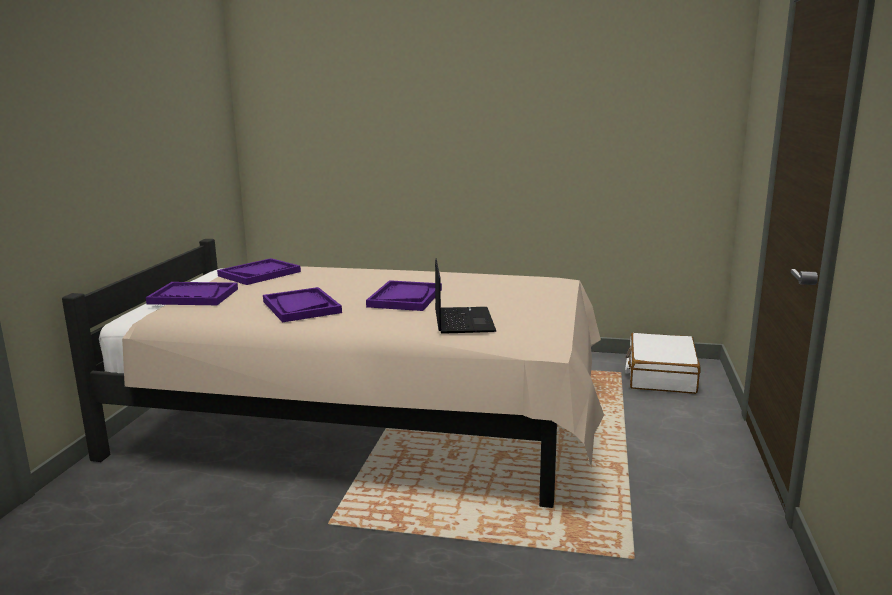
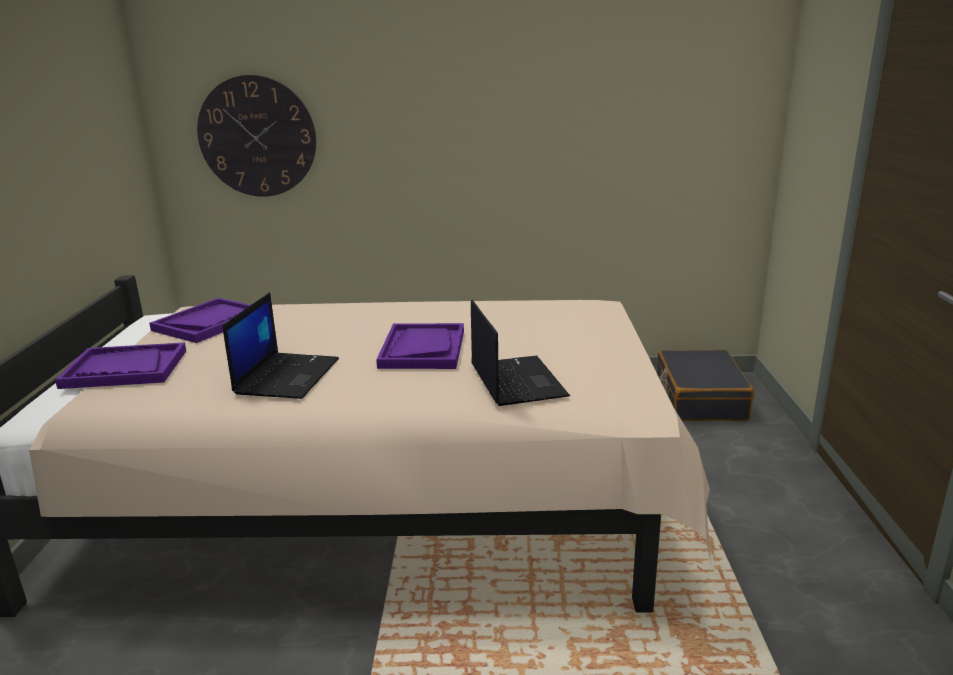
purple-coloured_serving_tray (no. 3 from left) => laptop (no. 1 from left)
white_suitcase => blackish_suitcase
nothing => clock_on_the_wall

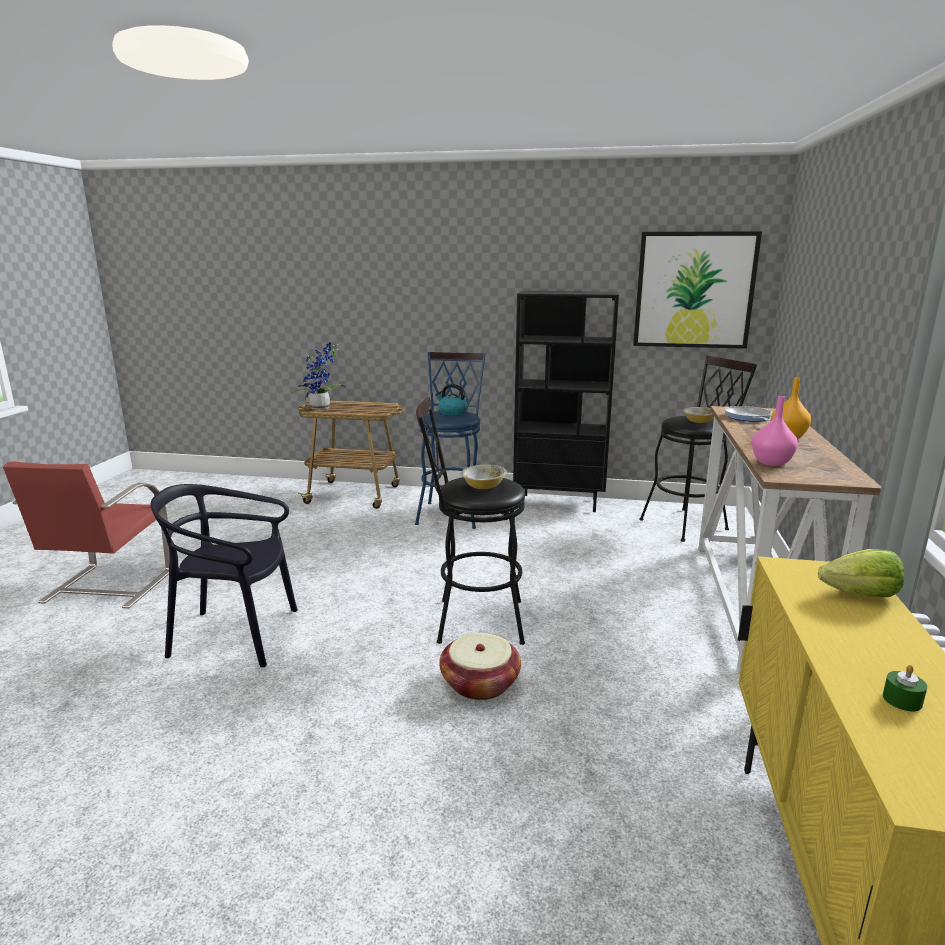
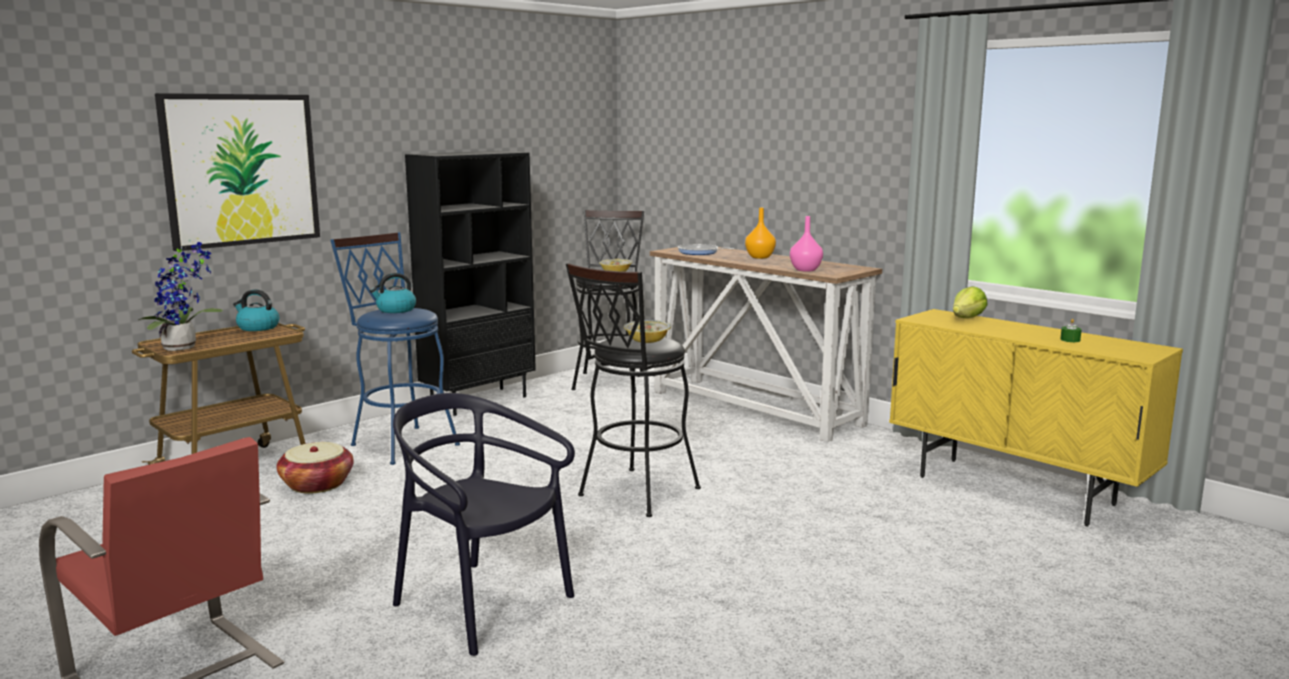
blackish_plain_chair, 90 degrees clockwise
household_basket, relocated
wall_picture, relocated
nothing => water_kettle (no. 1 from left)

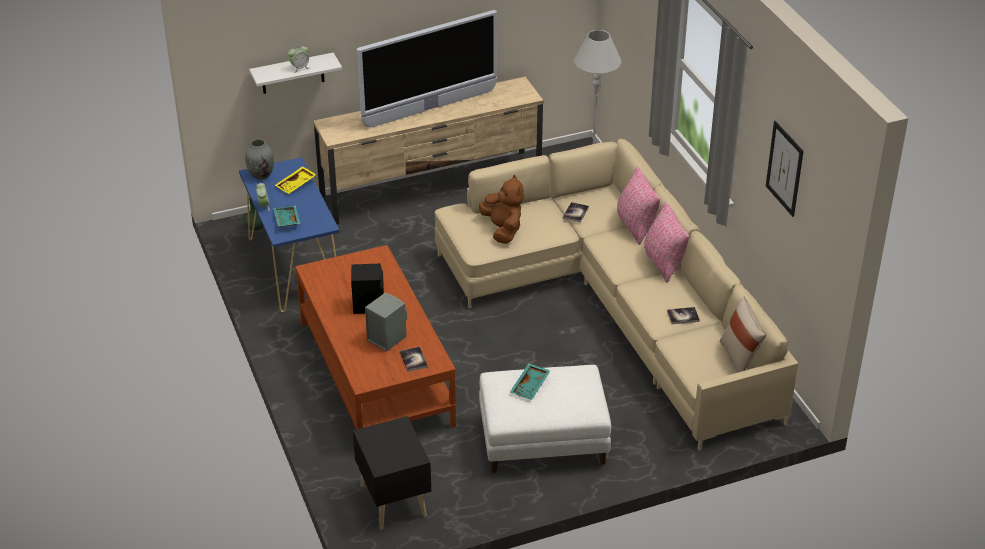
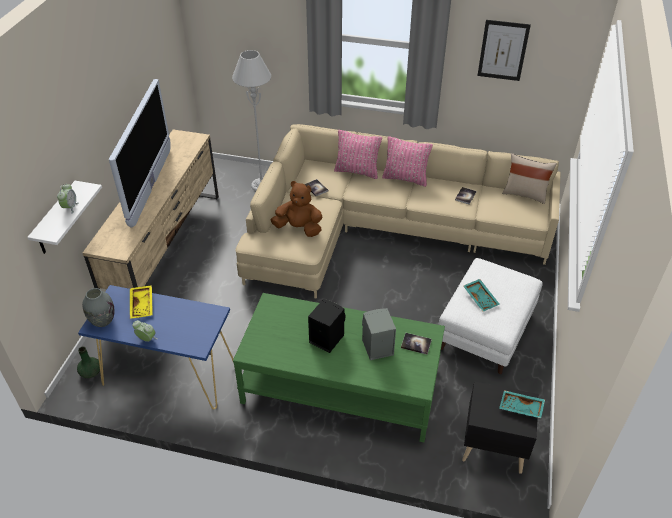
turquoise-coloured_serving_tray (no. 1 from left in the first image) => turquoise-coloured_serving_tray (no. 2 from left), relocated
brown_coffee_table => green_coffee_table

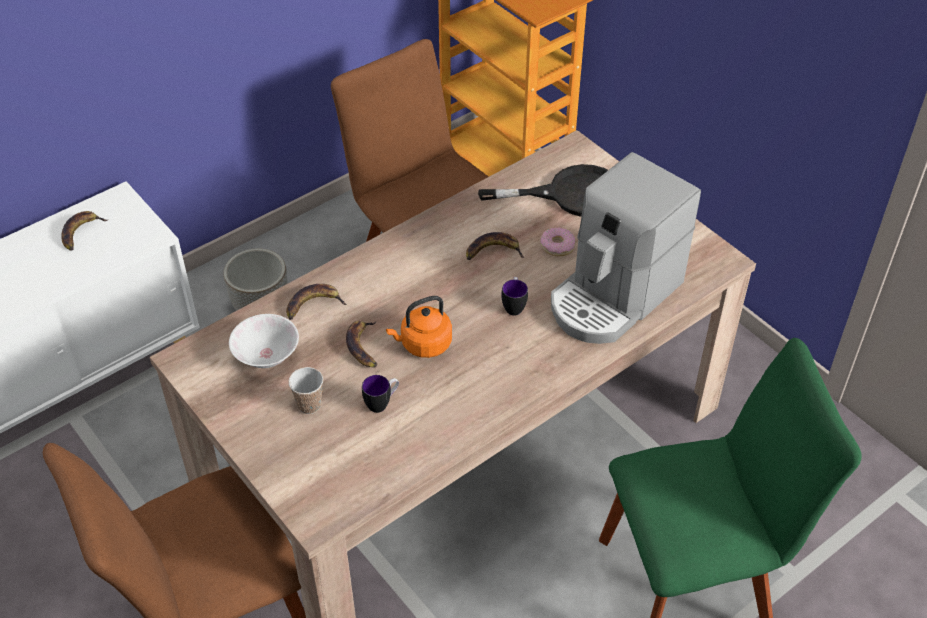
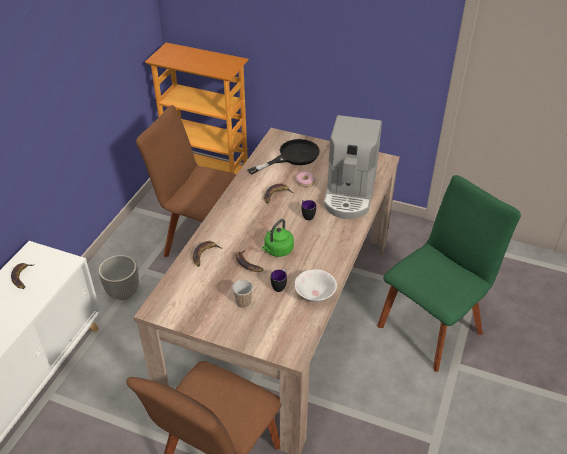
white_bowl, relocated
orange-coloured_water_kettle => green_water_kettle

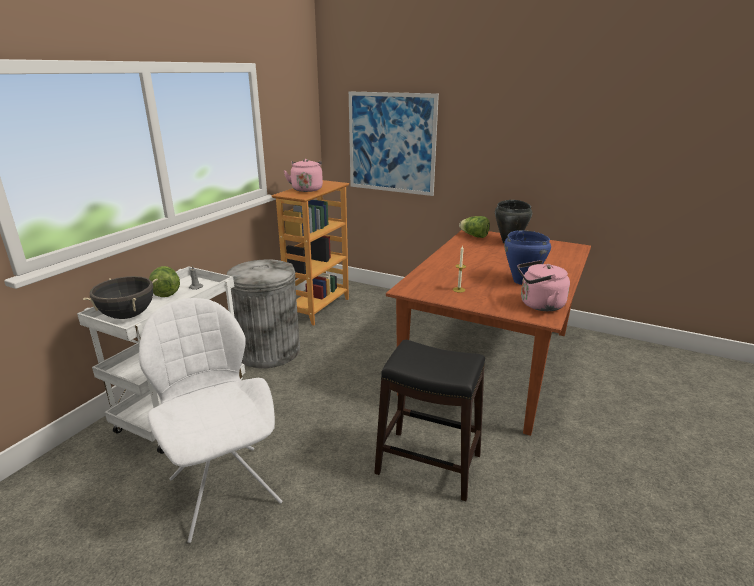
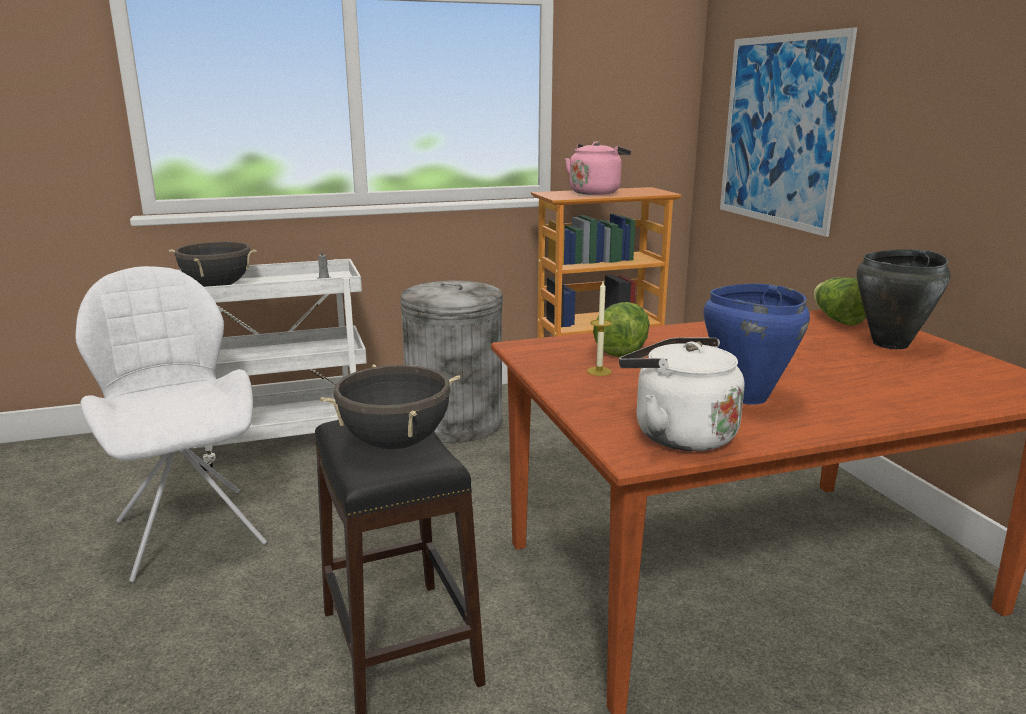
white_plain_chair, 45 degrees counterclockwise
head_of_lettuce (no. 1 from left), relocated
pink_water_kettle (no. 2 from left) => white_water_kettle
nothing => blackish_stockpot (no. 2 from left)

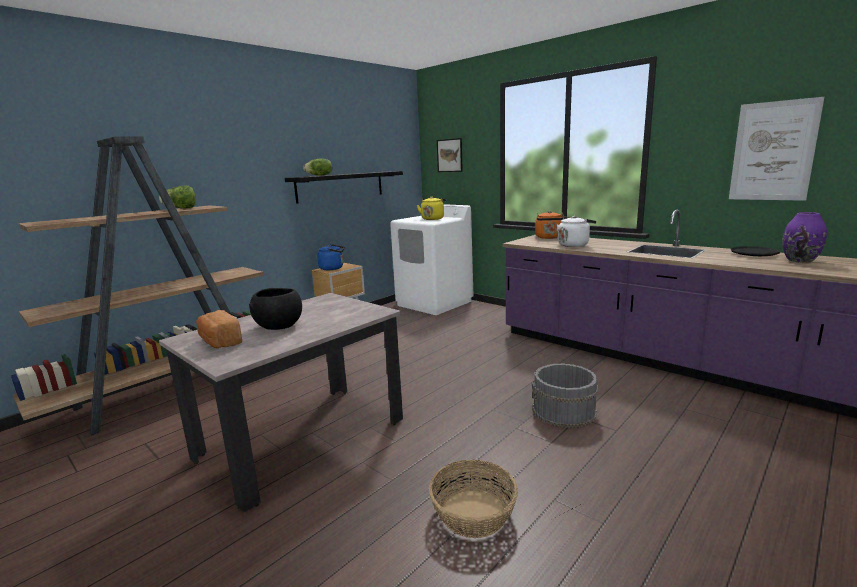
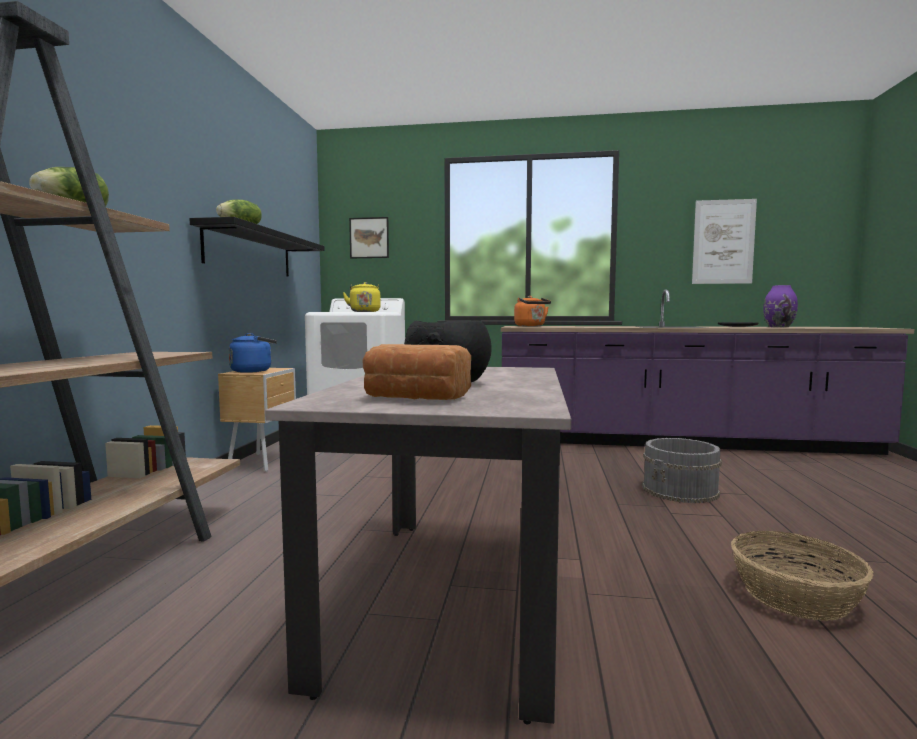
white_water_kettle => nothing

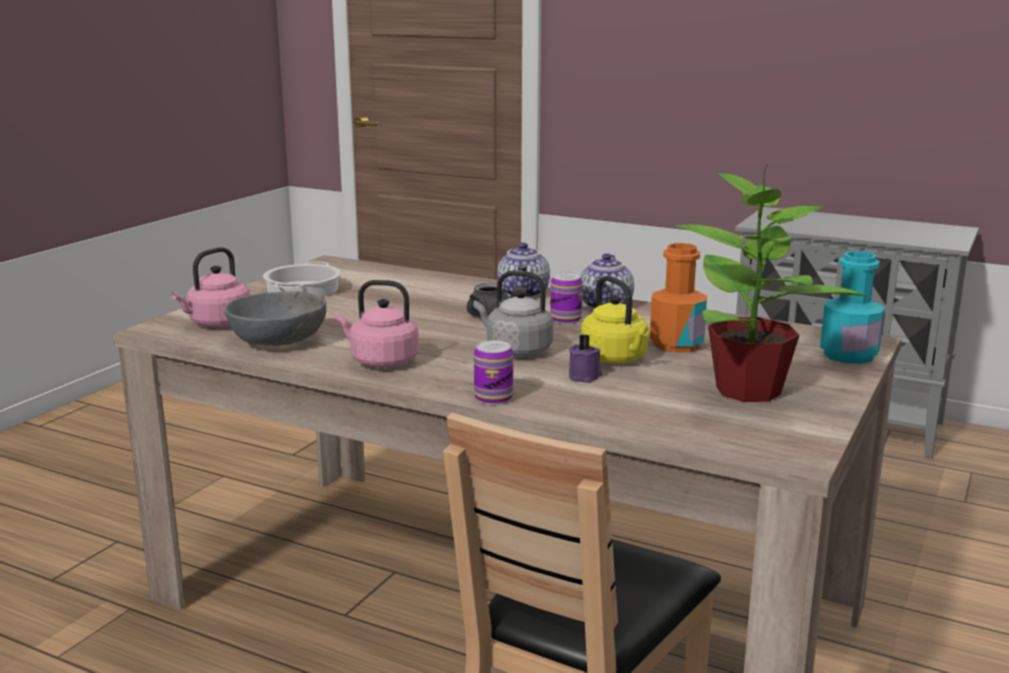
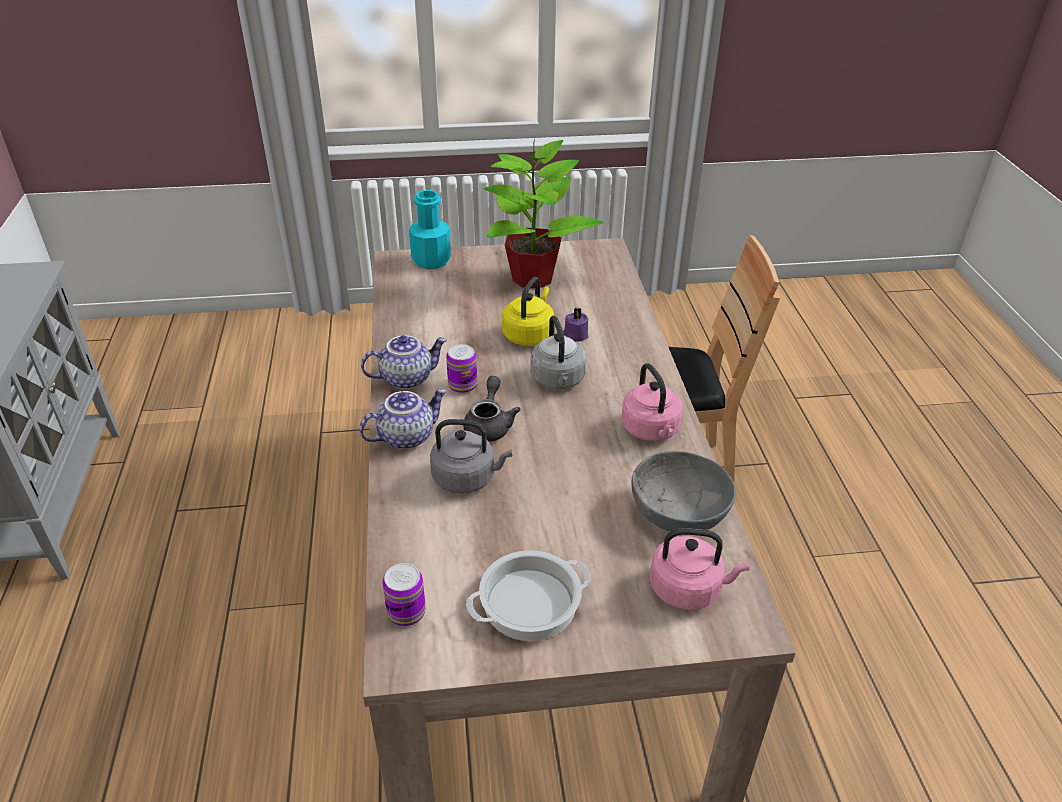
metal_can (no. 1 from left), relocated
orange-coloured_bottle => nothing
nothing => grey_water_kettle (no. 1 from left)

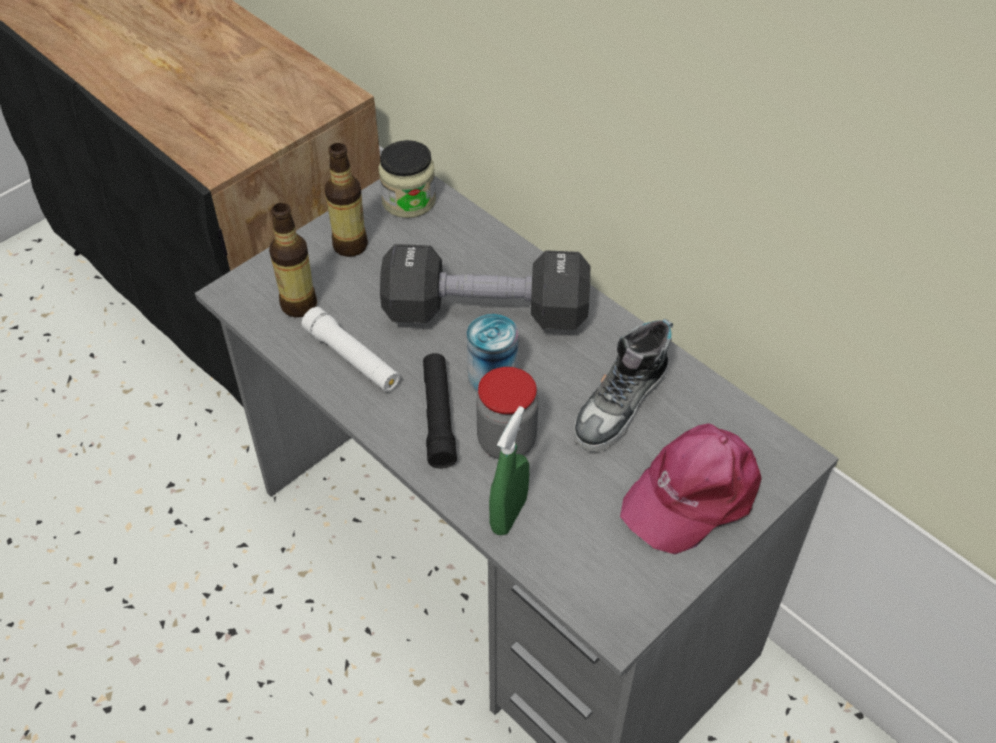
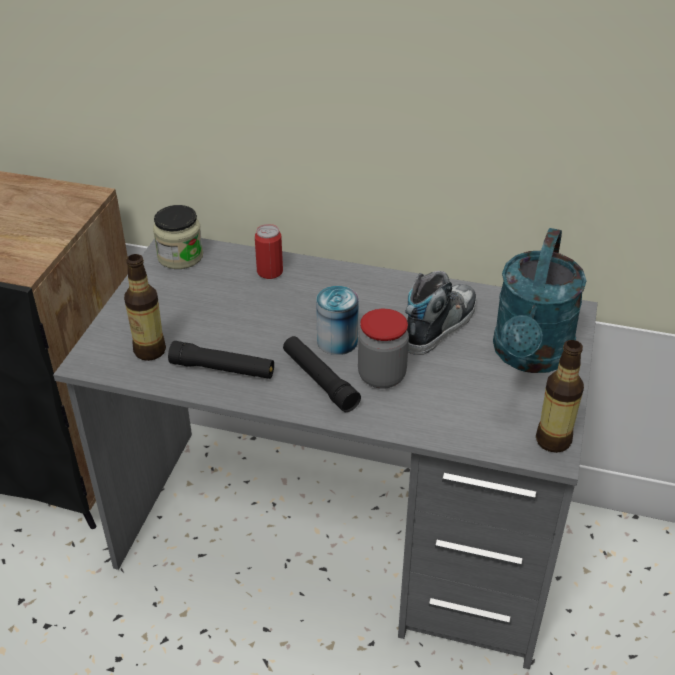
white_torch => blackish_torch (no. 1 from left)
bottle (no. 2 from left), relocated
blackish_free_weight => nothing
green_sprayer => nothing
shoe, 150 degrees counterclockwise
pink_baseball_cap => turquoise-coloured_sprinkling_can
nothing => metal_can (no. 1 from left)

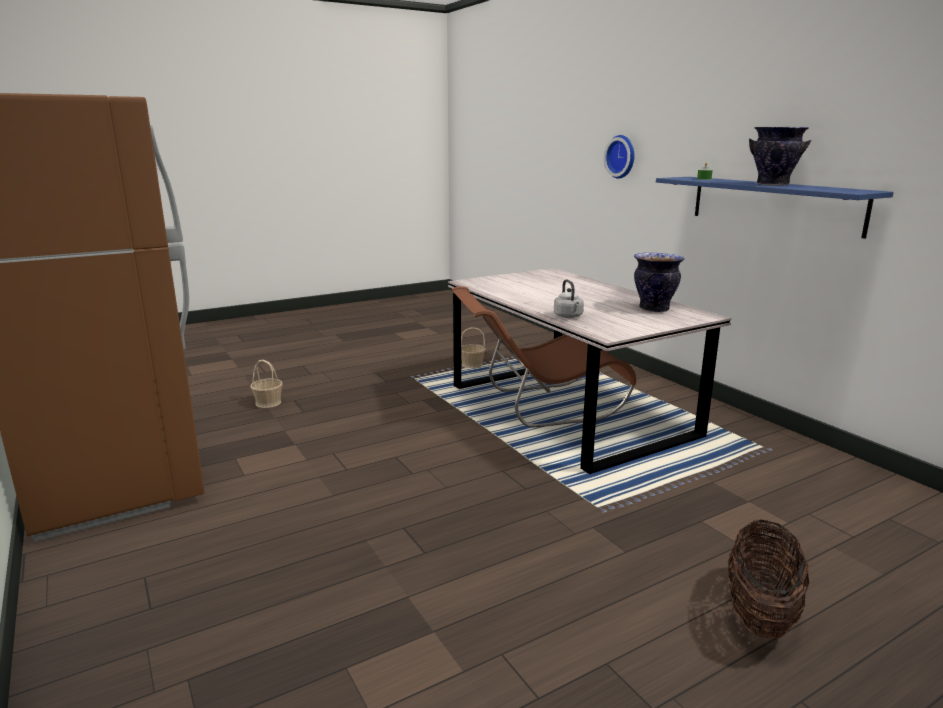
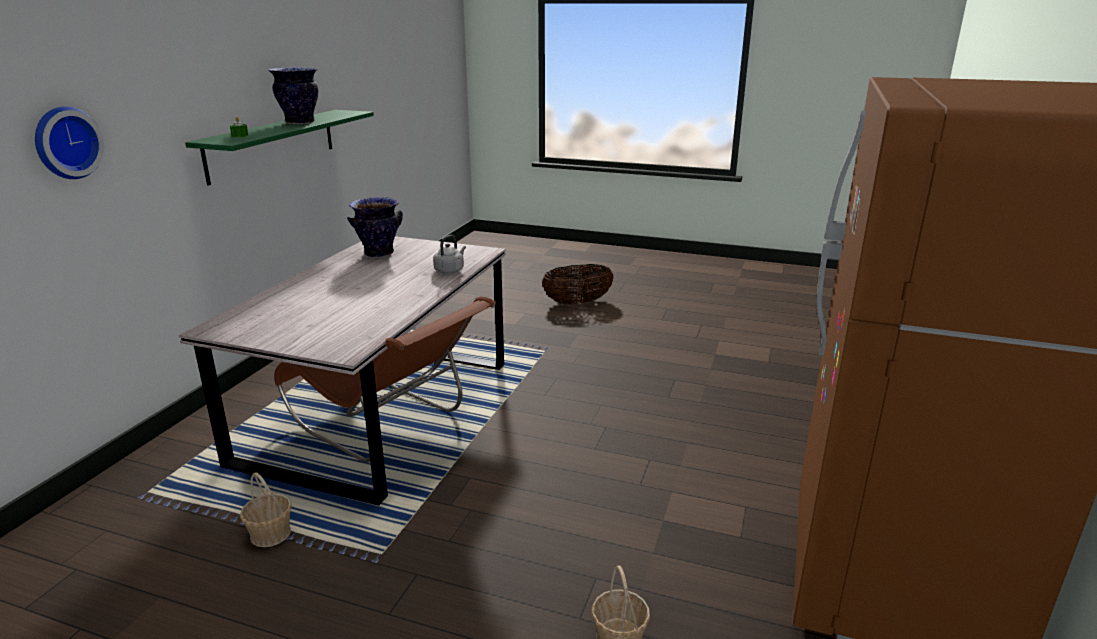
bluish_shelf => green_shelf

